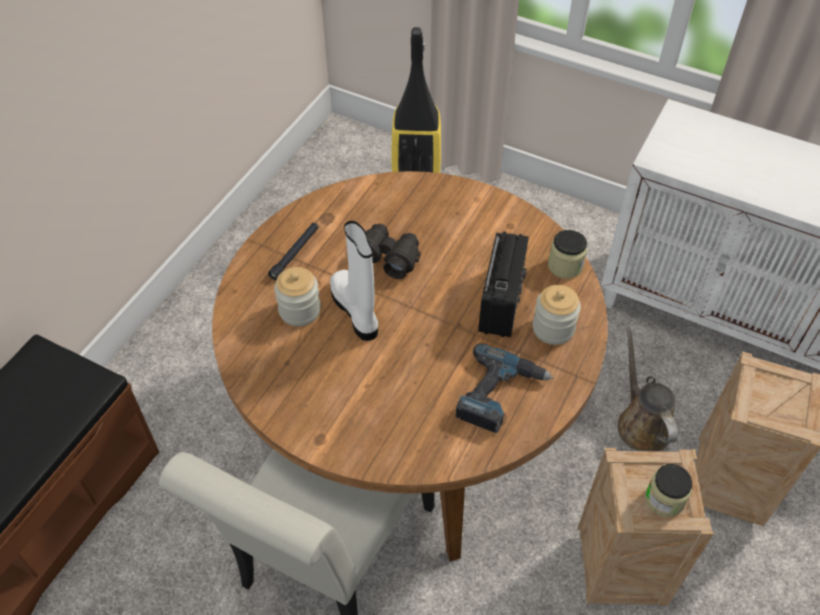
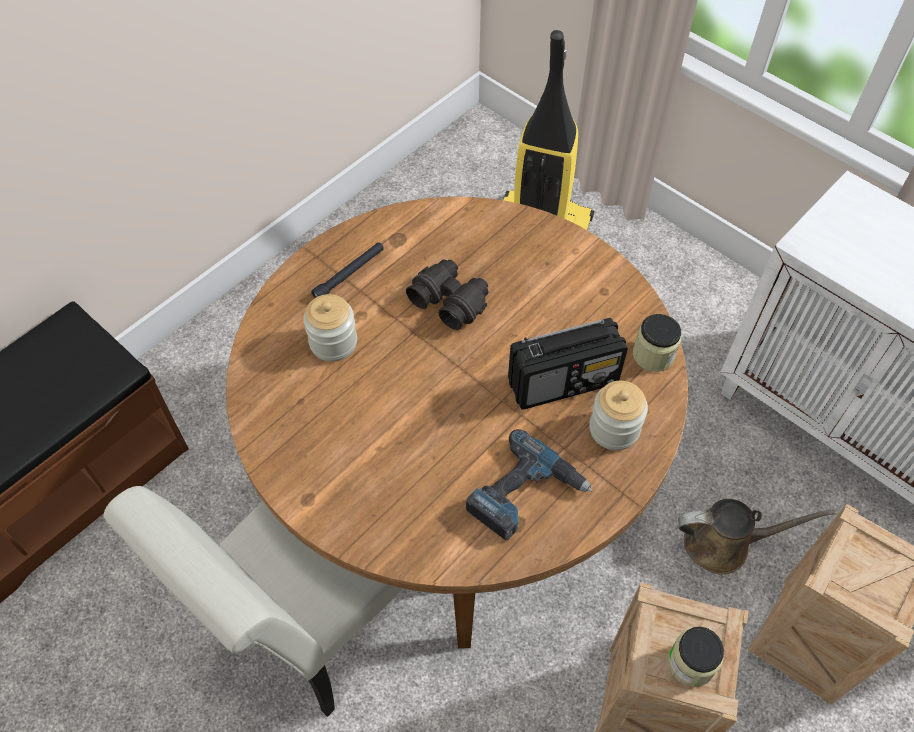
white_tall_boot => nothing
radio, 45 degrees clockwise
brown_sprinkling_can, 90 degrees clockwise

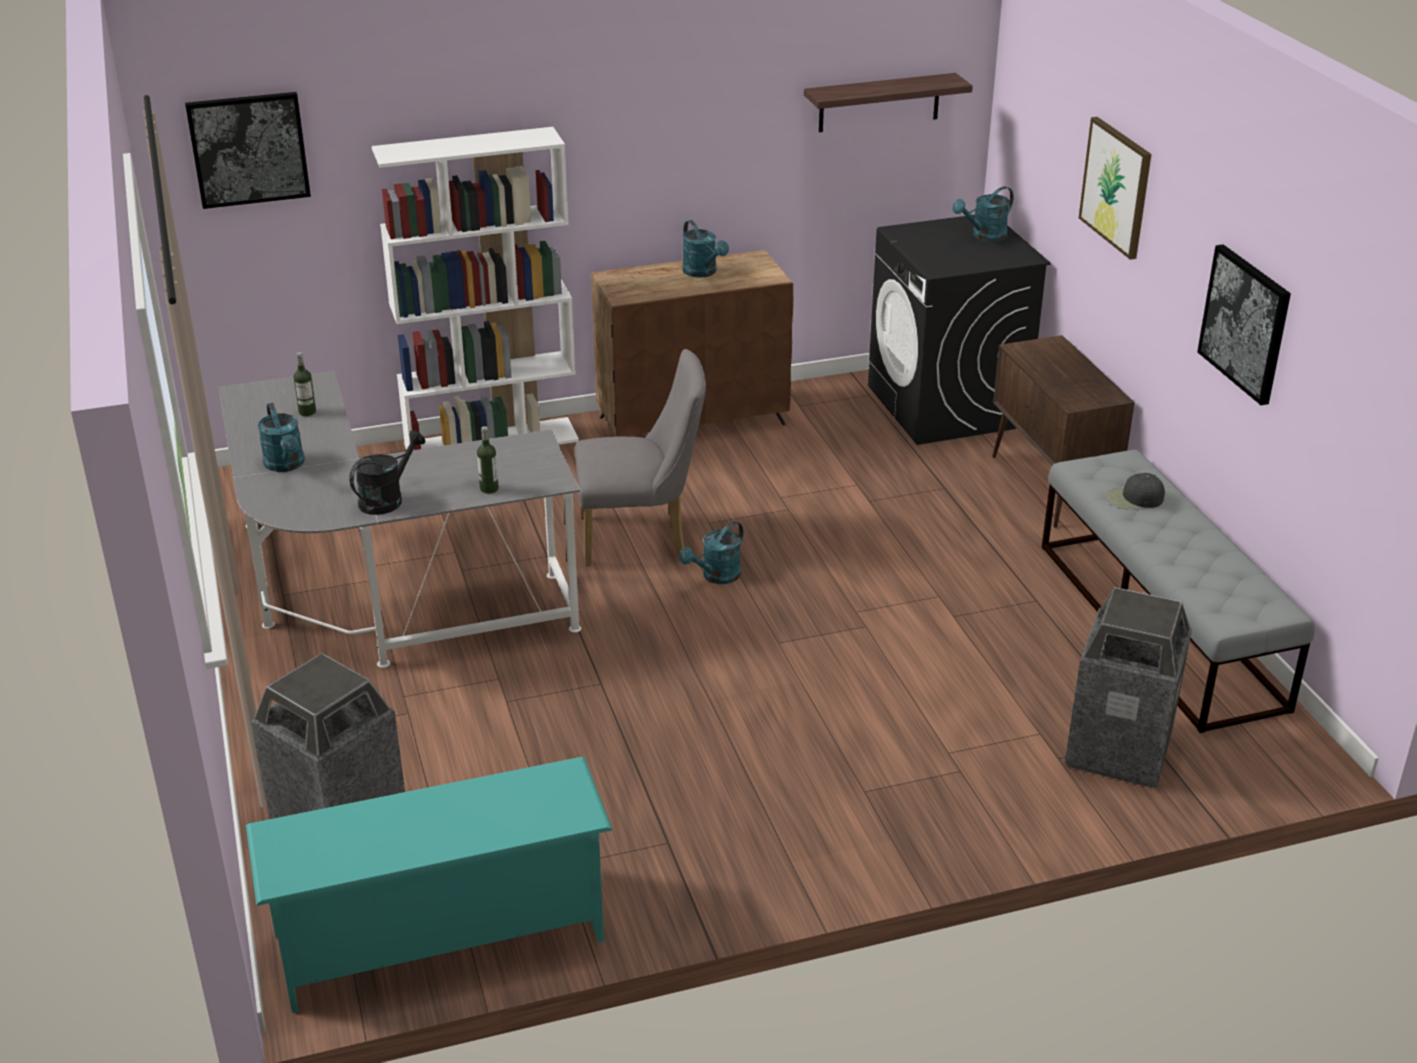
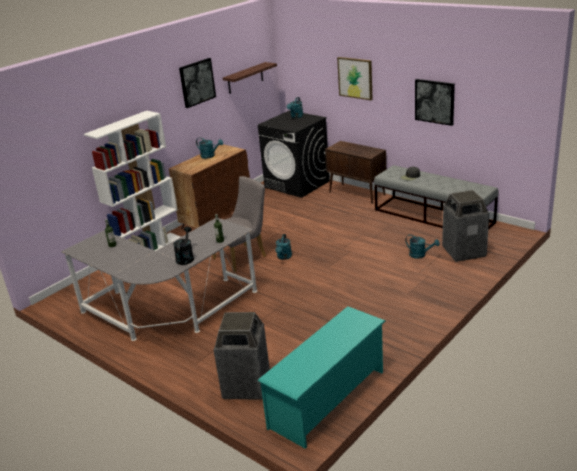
wall_picture (no. 1 from left), relocated
turquoise-coloured_sprinkling_can (no. 1 from left in the first image) => turquoise-coloured_sprinkling_can (no. 4 from left), relocated

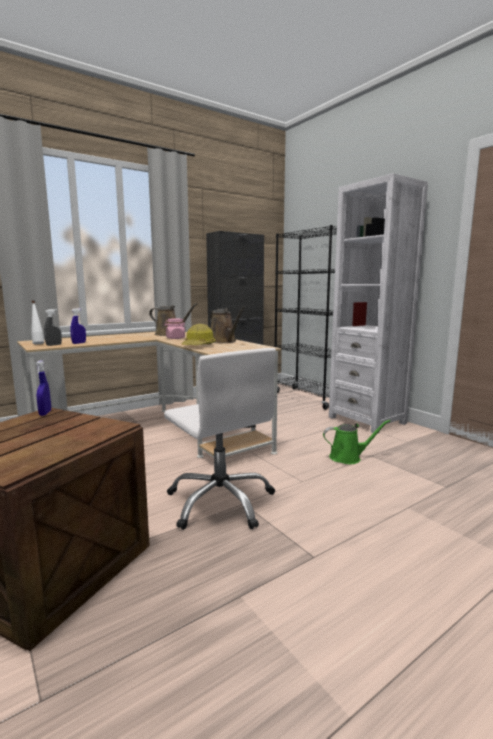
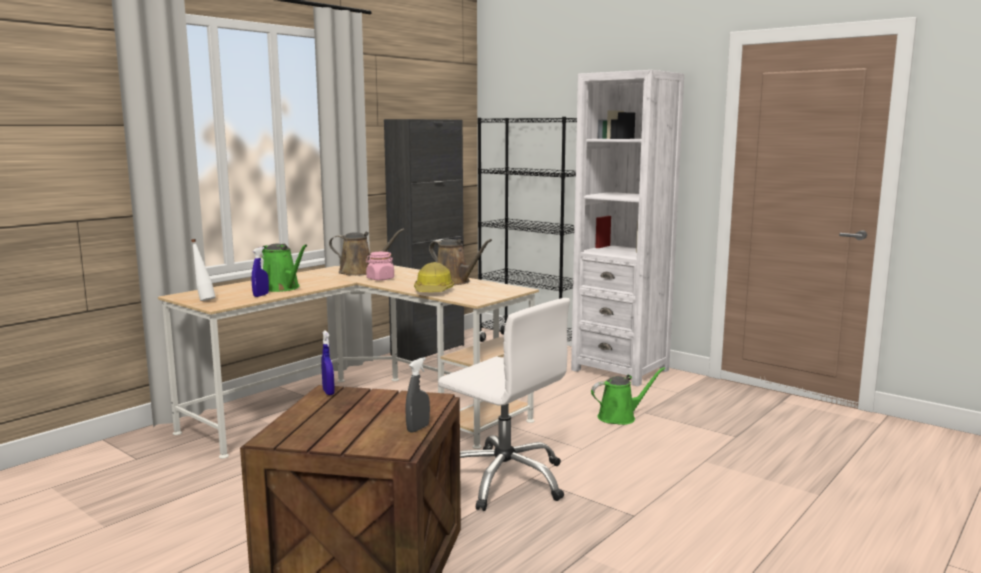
grey_sprayer, relocated
nothing => green_sprinkling_can (no. 1 from left)

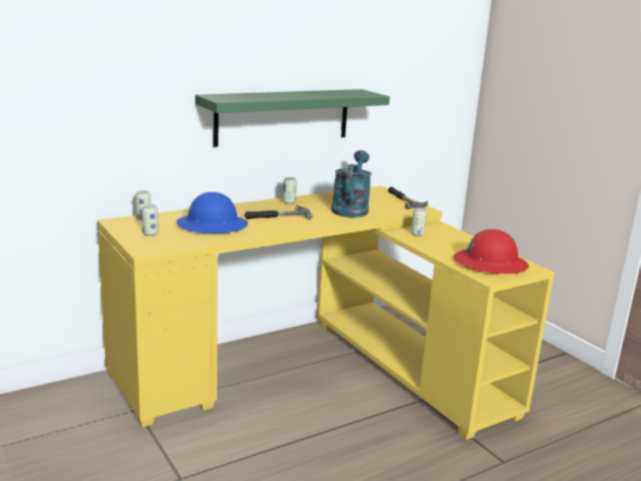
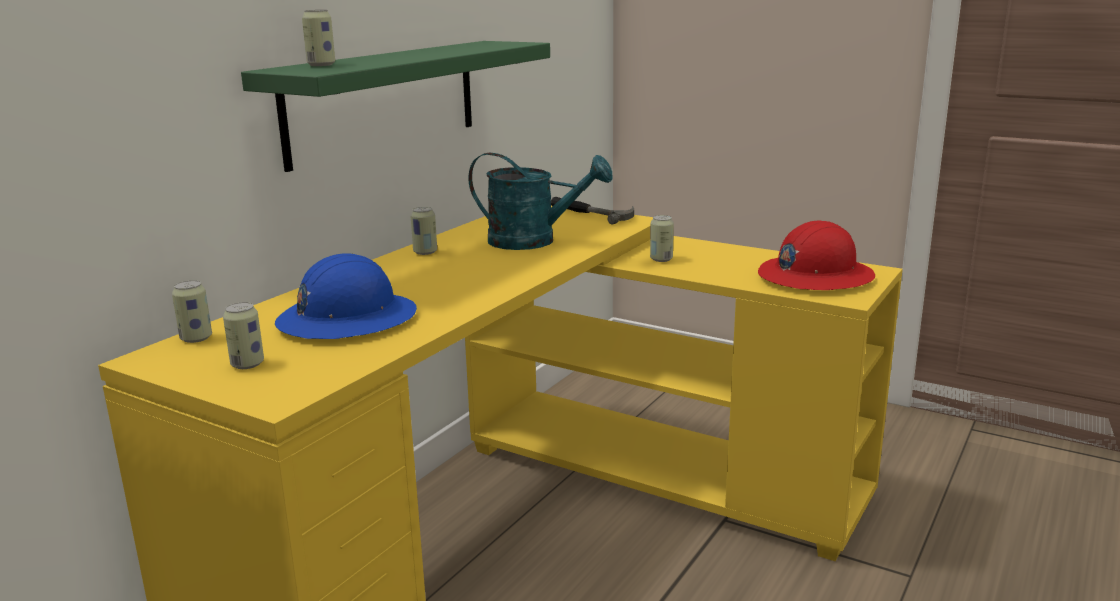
hand_hammer (no. 1 from left) => nothing
turquoise-coloured_sprinkling_can, 120 degrees clockwise
nothing => metal_can (no. 3 from left)

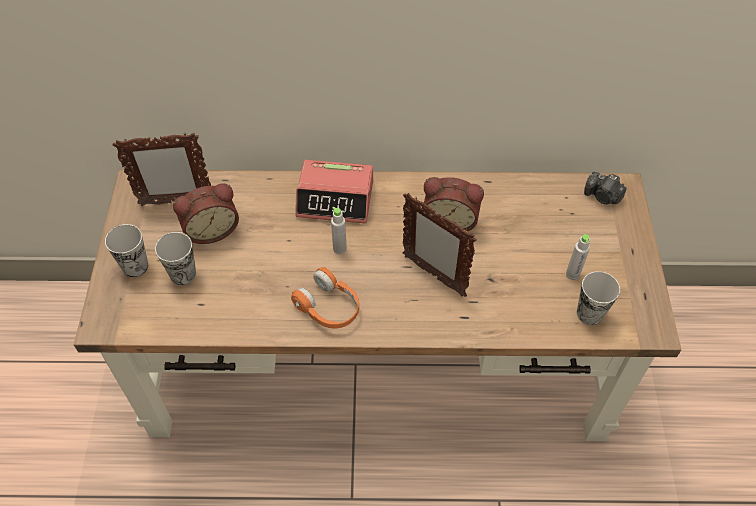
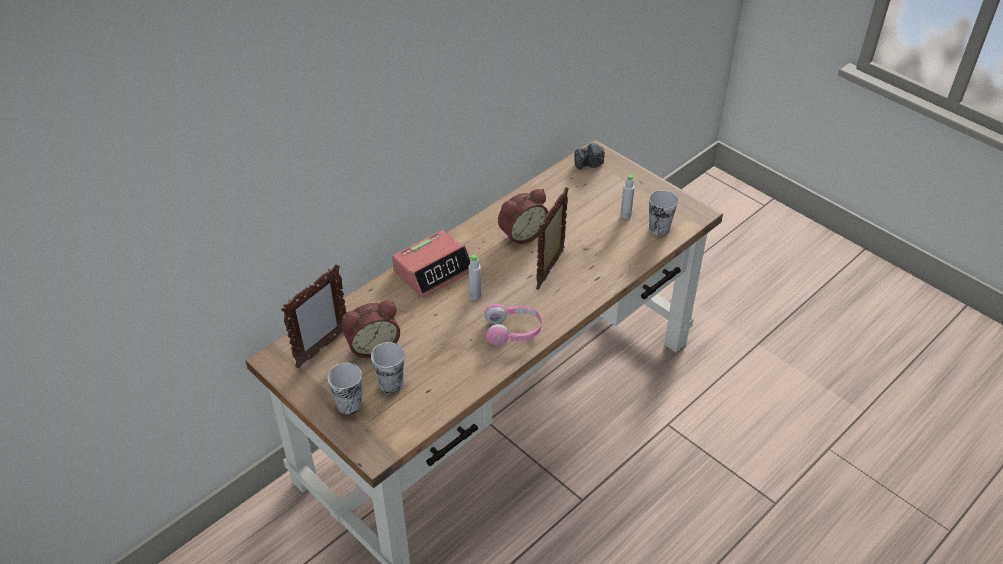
table_clock (no. 1 from left), 45 degrees clockwise
orange-coloured_pair_of_headphones => pink_pair_of_headphones
photo_frame (no. 2 from left), 120 degrees clockwise

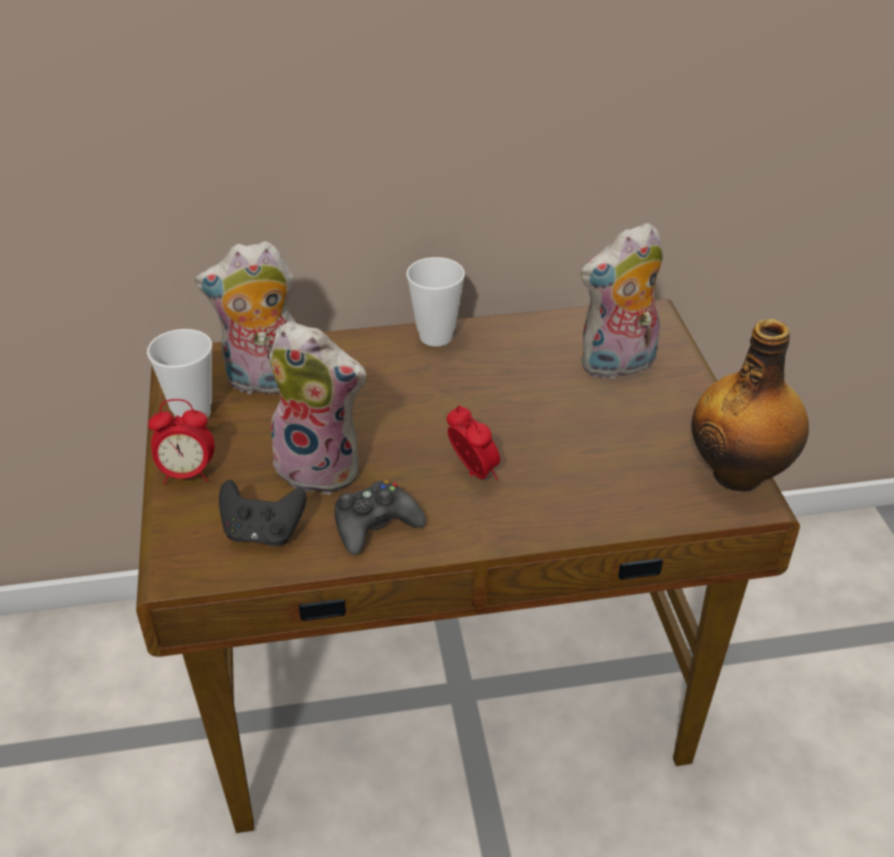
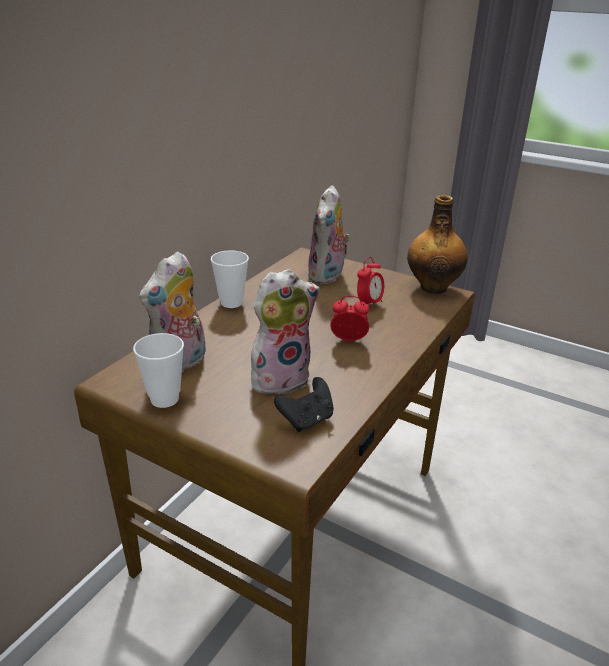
table_clock (no. 1 from left in the first image) => table_clock (no. 2 from left), relocated
blackish_gamepad (no. 2 from left) => nothing

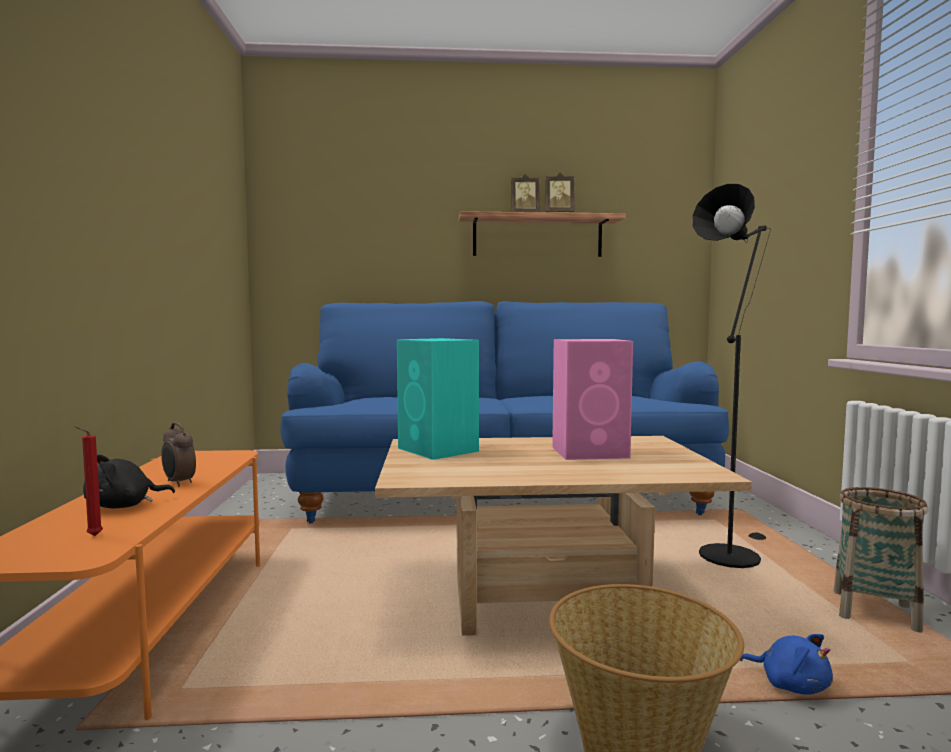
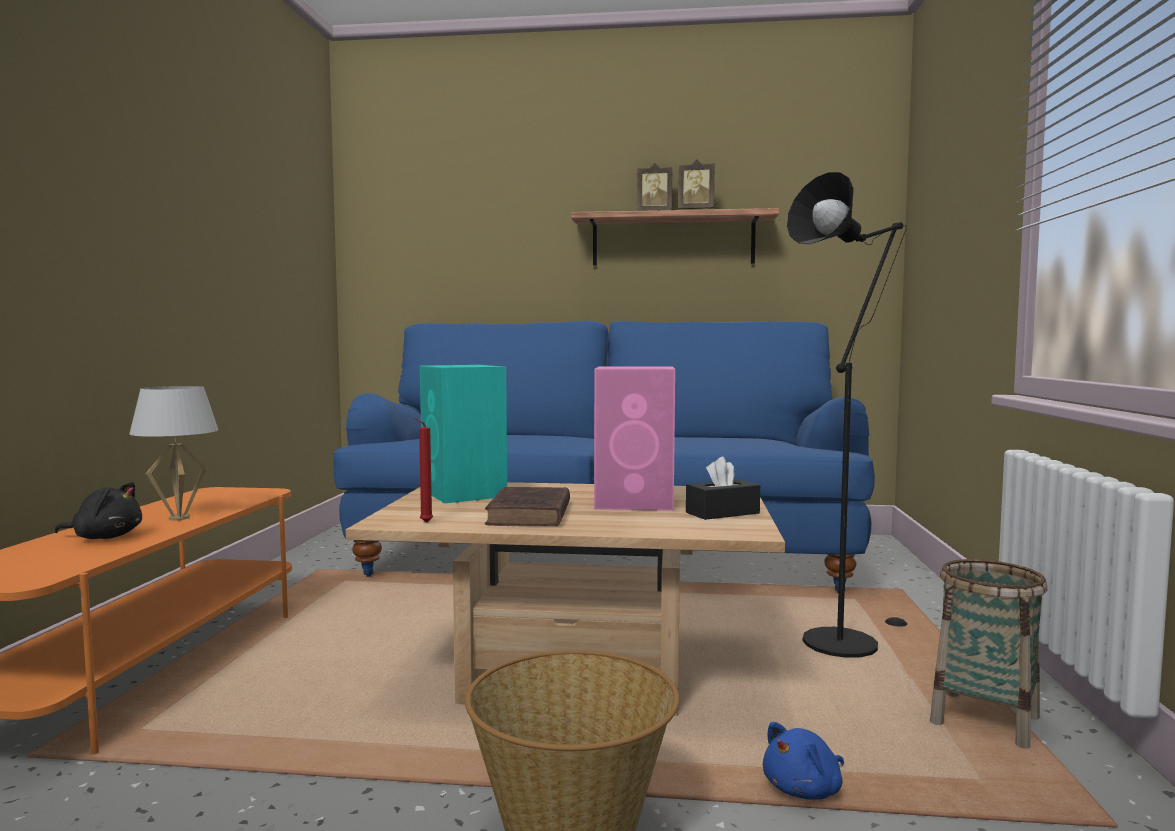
red-coloured_candle, relocated
blackish_cuddly_toy, 150 degrees counterclockwise
table_clock => white_table_lamp
bluish_cuddly_toy, 90 degrees clockwise
nothing => brown_book
nothing => blackish_tissue_holder

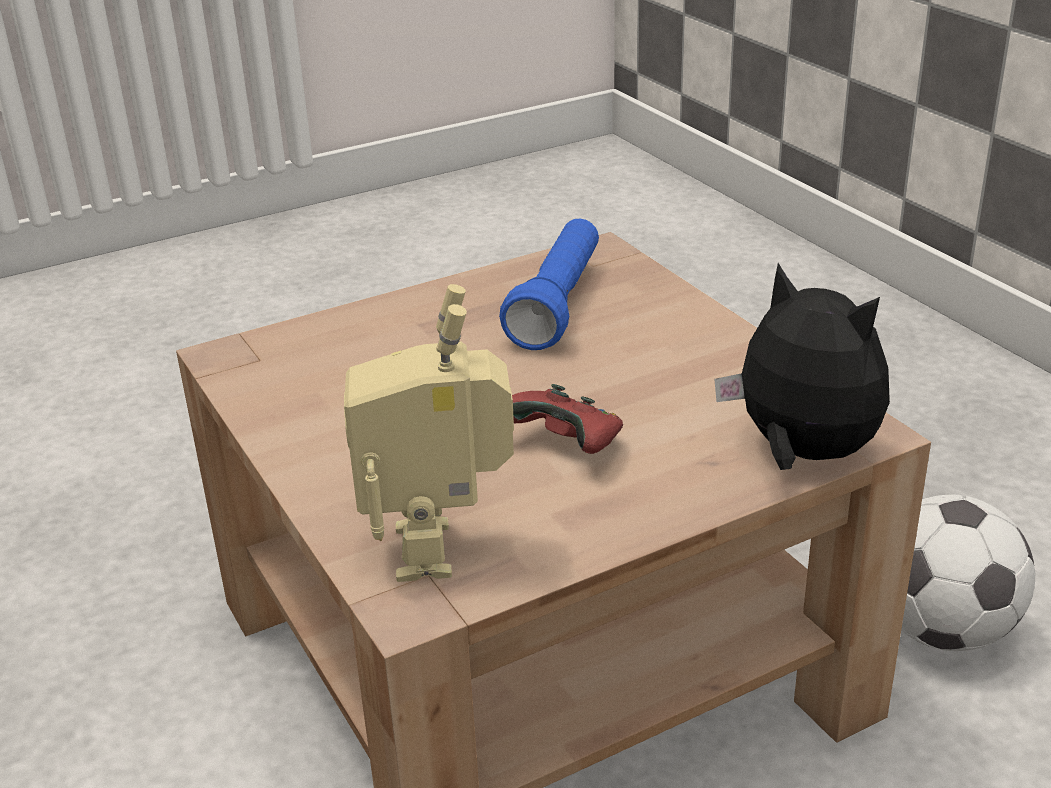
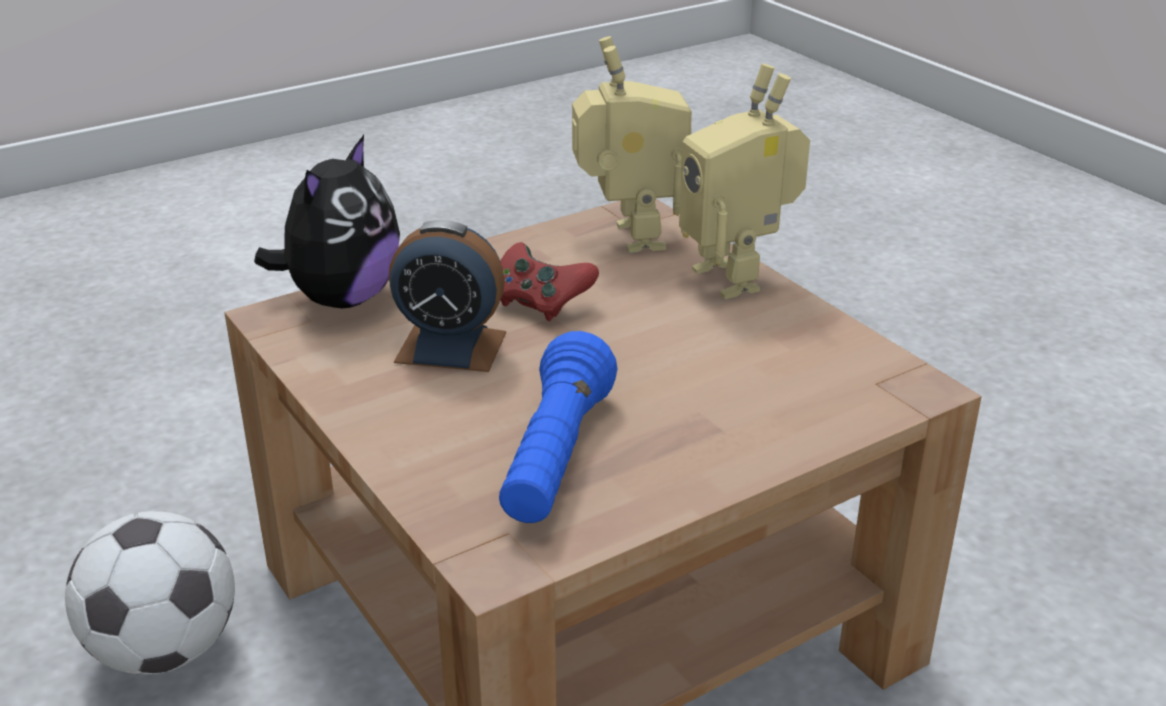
cuddly_toy, 105 degrees counterclockwise
nothing => table_clock
nothing => toy_robot (no. 2 from left)

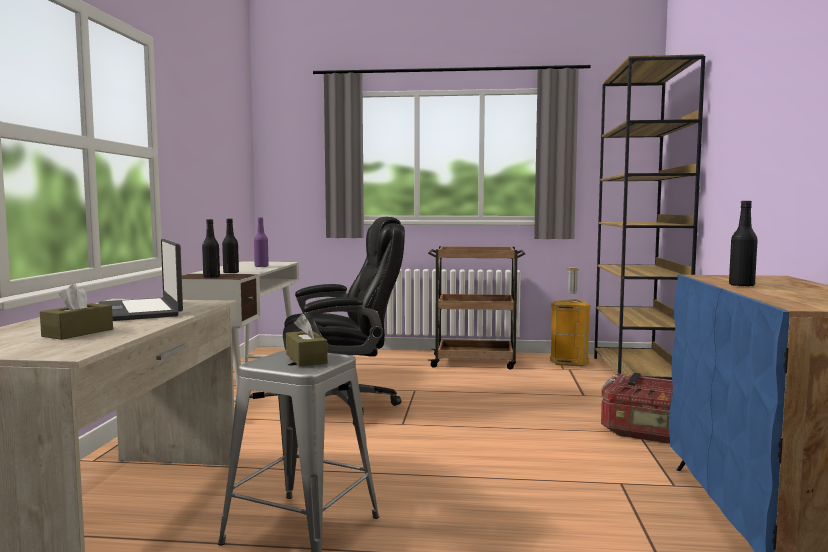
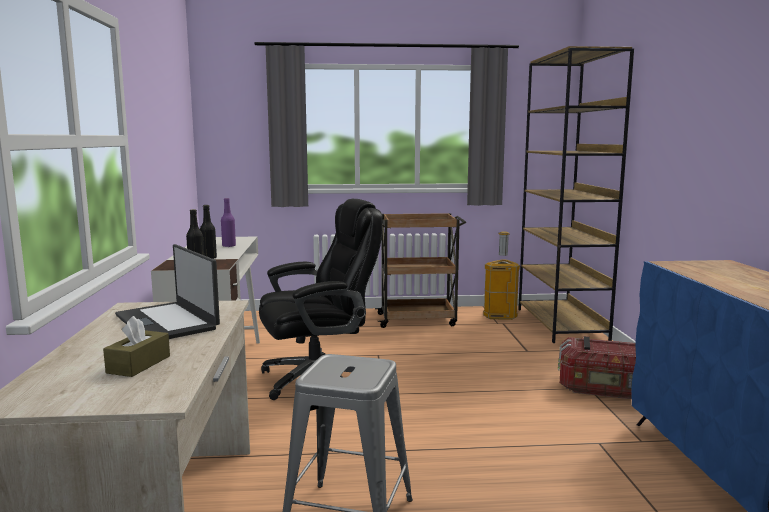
brown_tissue_holder (no. 2 from left) => nothing
blackish_bottle (no. 3 from left) => nothing

